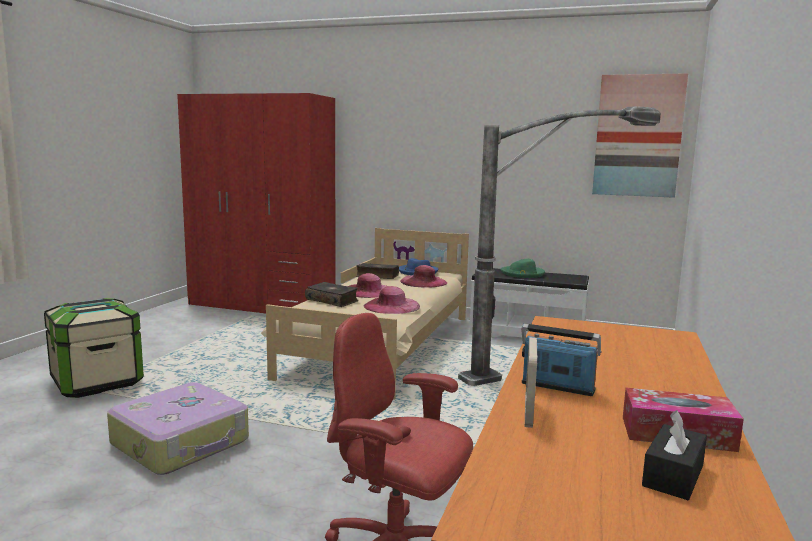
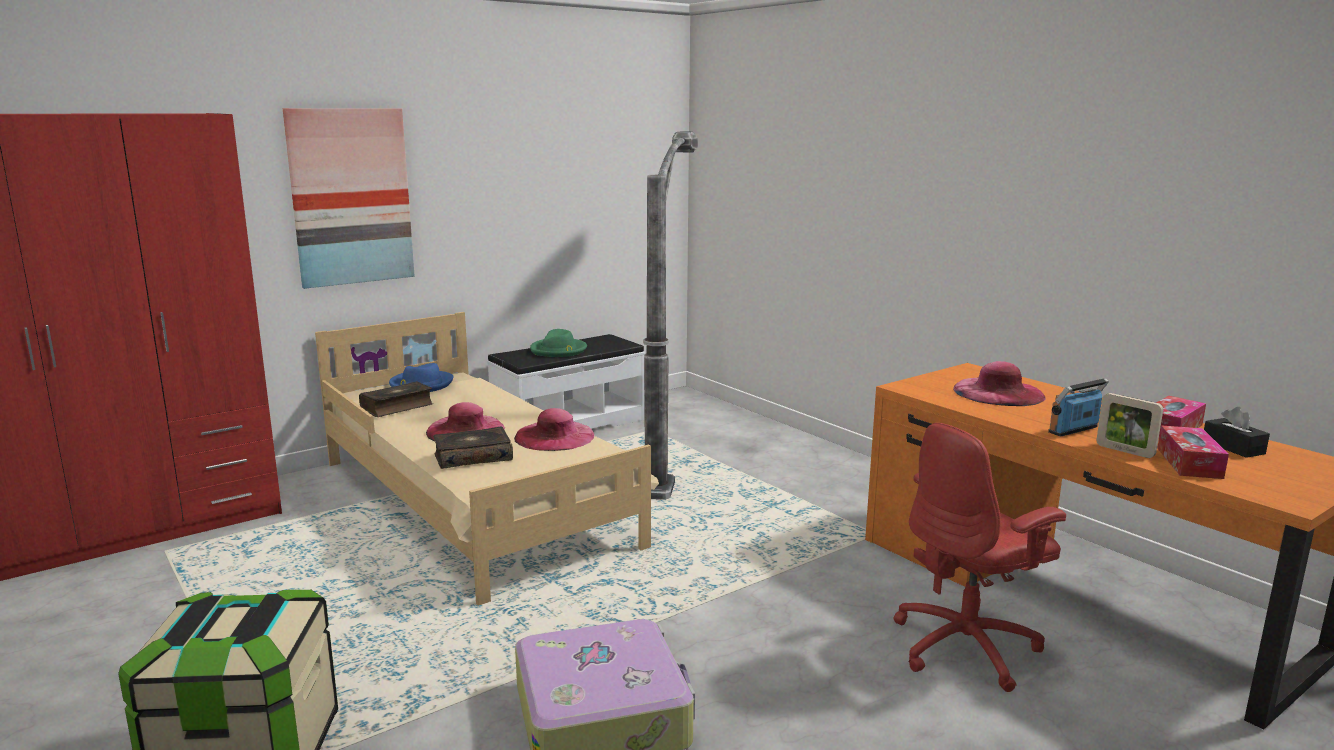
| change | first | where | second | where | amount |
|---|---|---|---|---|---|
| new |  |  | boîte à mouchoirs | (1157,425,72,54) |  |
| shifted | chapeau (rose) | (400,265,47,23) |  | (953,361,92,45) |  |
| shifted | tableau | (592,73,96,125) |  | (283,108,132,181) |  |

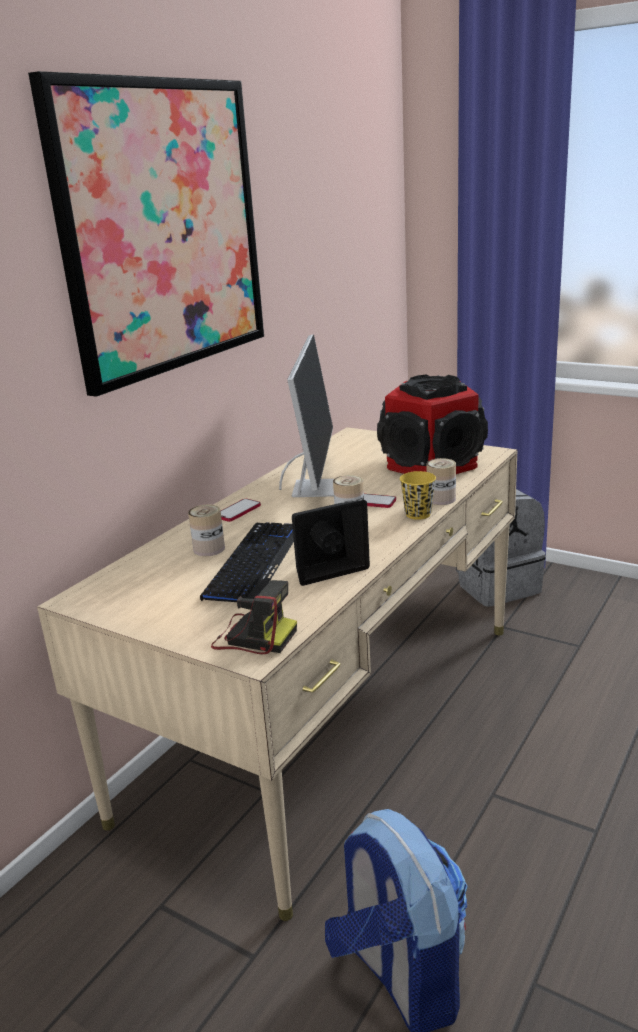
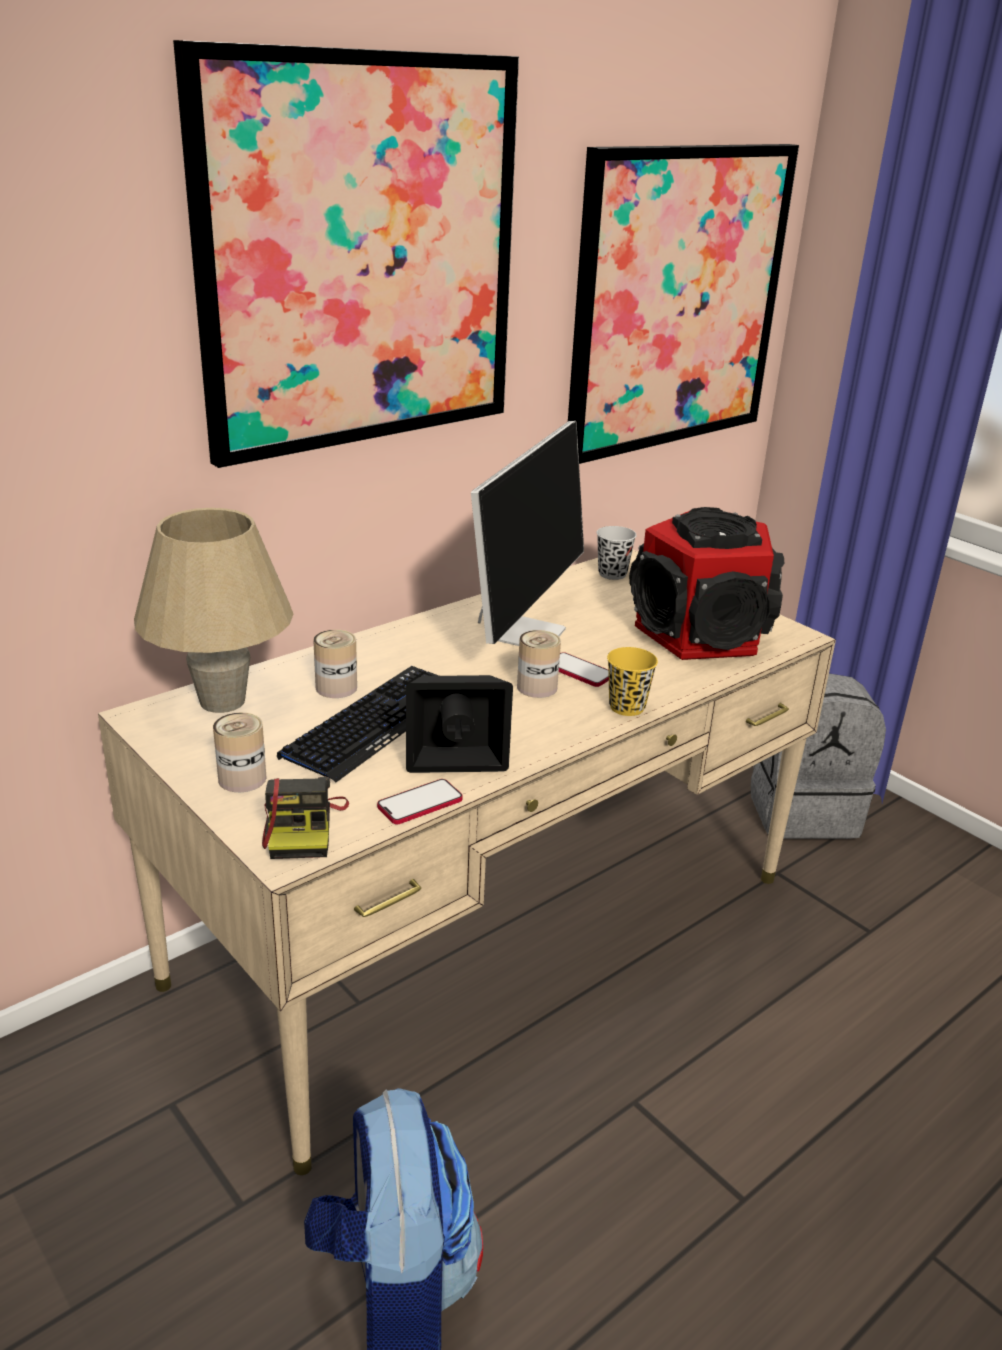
| change | first | where | second | where | amount |
|---|---|---|---|---|---|
| new |  |  | lampe de table (beige) | (134,508,159,205) |  |
| new |  |  | tableau | (568,144,231,320) |  |
| new |  |  | tasse (noir) | (597,526,40,54) |  |
| shifted | téléphone | (221,499,40,23) |  | (377,779,86,45) |  |
| shifted | boîte métallique | (426,458,30,47) |  | (213,712,54,80) |  |
| rotated | appareil photo | (211,580,86,74) |  | (262,777,87,82) | 45 degrees clockwise |

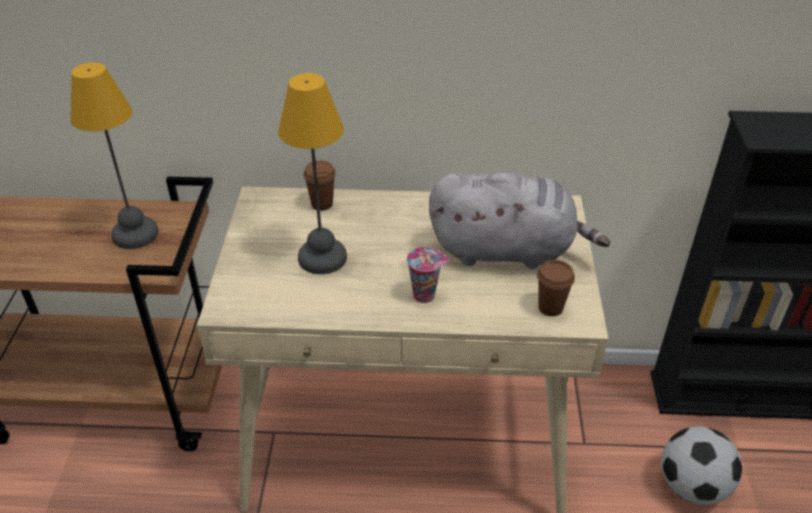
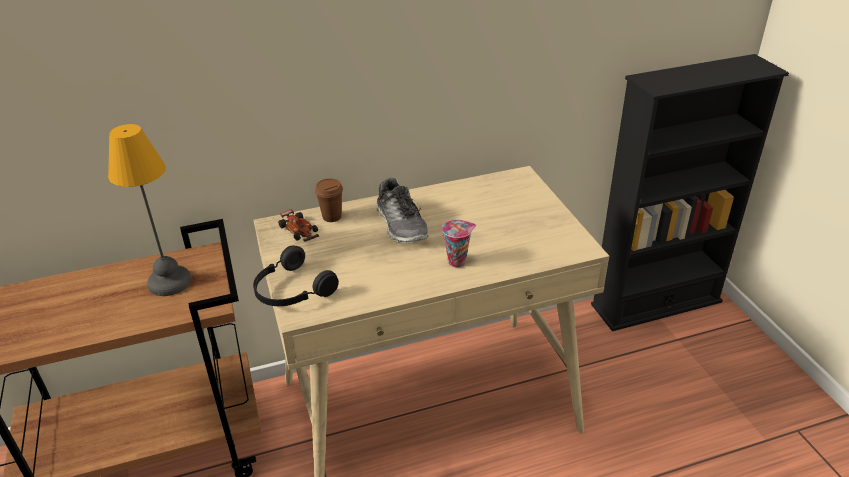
| change | first | where | second | where | amount |
|---|---|---|---|---|---|
| gone | lampe de table | (278,73,69,201) |  |  |  |
| gone | peluche (gris) | (429,171,181,98) |  |  |  |
| gone | tasse (marron) | (537,260,38,56) |  |  |  |
| gone | ballon de foot | (661,426,81,79) |  |  |  |
| new |  |  | casque audio (noir) | (253,245,86,61) |  |
| new |  |  | petite voiture | (278,209,41,33) |  |
| new |  |  | chaussure | (376,177,53,67) |  |

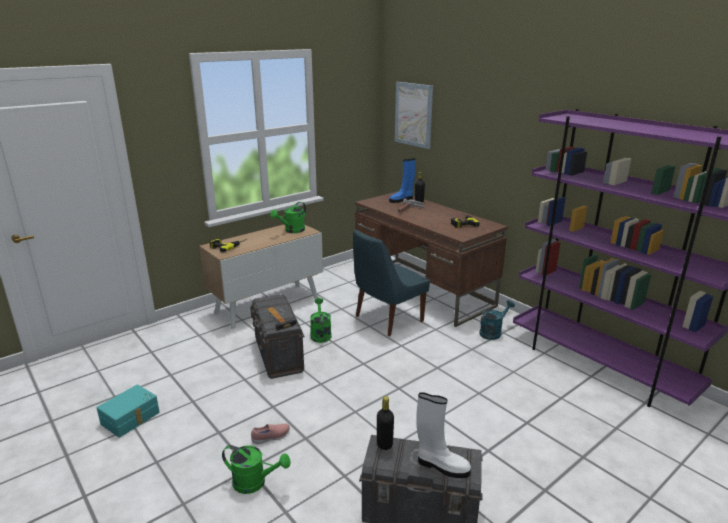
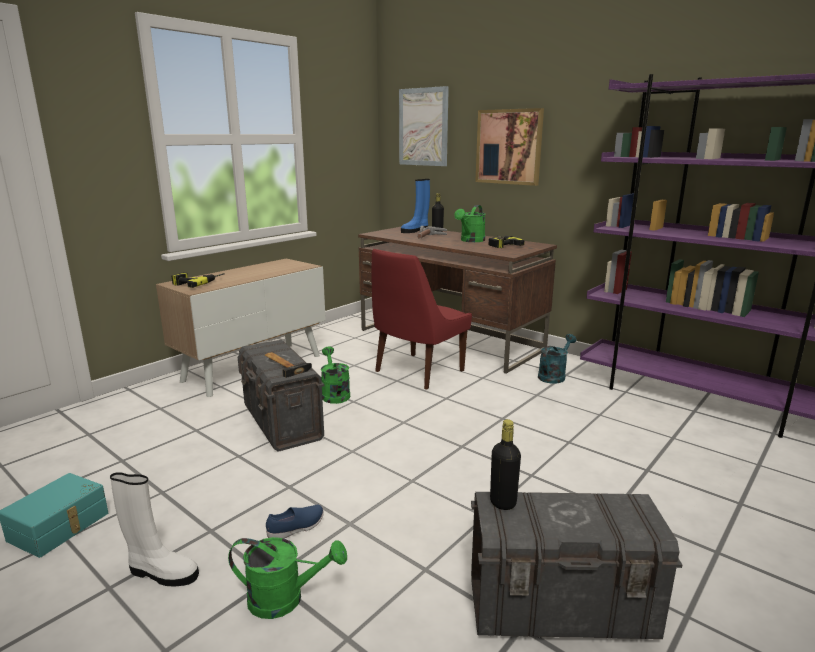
| change | first | where | second | where | amount |
|---|---|---|---|---|---|
| new |  |  | tableau | (475,108,69,78) |  |
| shifted | arrosoir (vert) | (270,202,36,31) |  | (454,205,32,37) |  |
| shifted | botte (blanc) | (416,392,55,86) |  | (110,472,89,114) |  |
| repainted | chaussure (rose) | (251,423,39,21) | chaussure (bleu) | (266,505,58,33) |  |
| repainted | chaise (bleu) | (353,229,77,107) | chaise (rouge) | (371,249,101,141) |  |

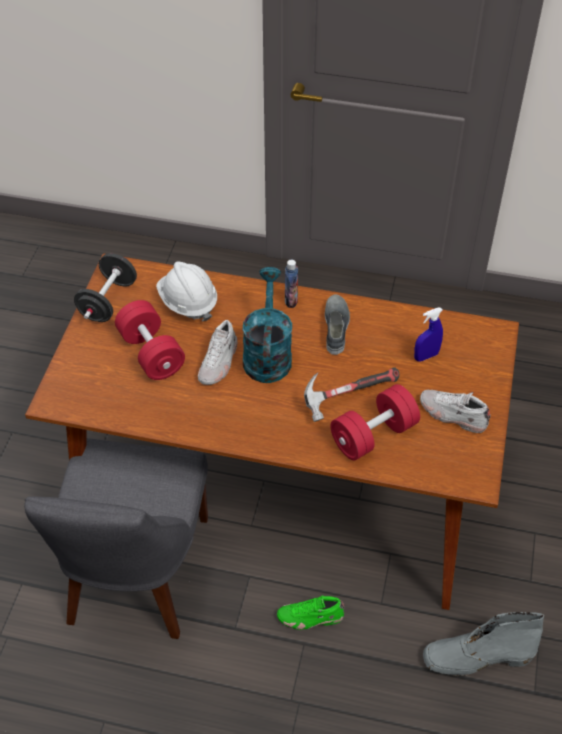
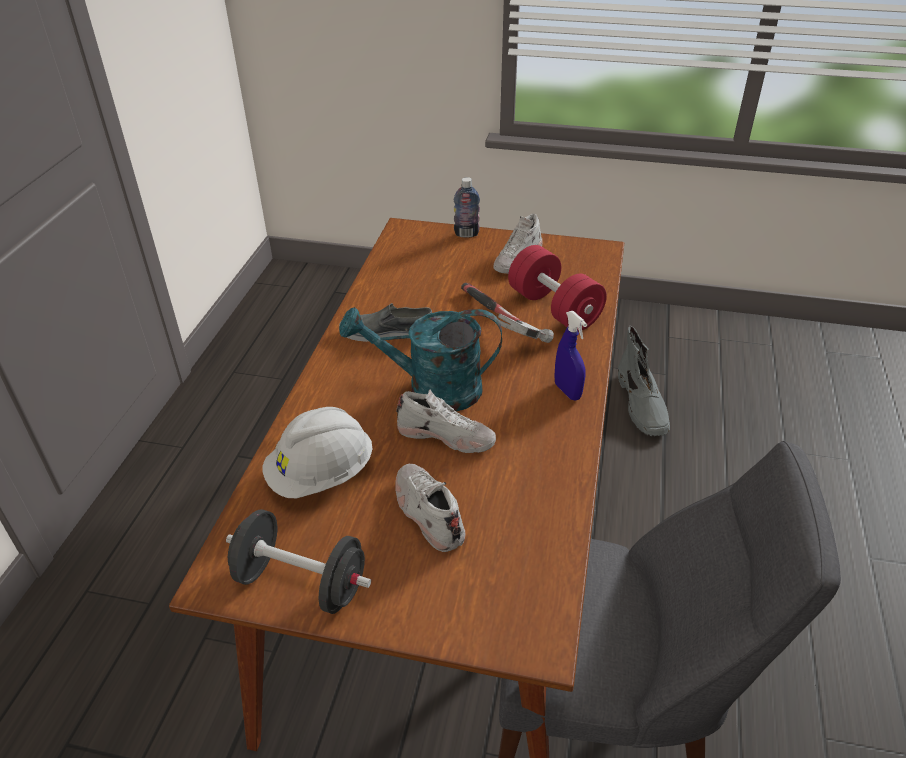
| change | first | where | second | where | amount |
|---|---|---|---|---|---|
| gone | chaussure (vert) | (277,595,67,35) |  |  |  |
| shifted | bouteille | (285,260,13,48) |  | (454,177,26,61) |  |
| shifted | vaporisateur (bleu) | (414,308,29,53) |  | (554,311,33,89) |  |
| swapped | haltère (rouge) | (115,300,70,80) | chaussure (blanc) | (395,464,71,88) |  |

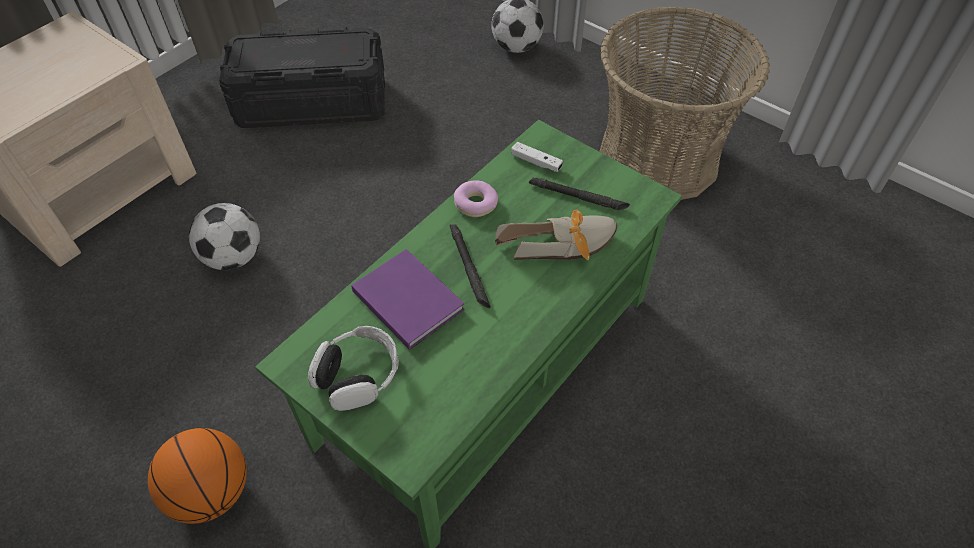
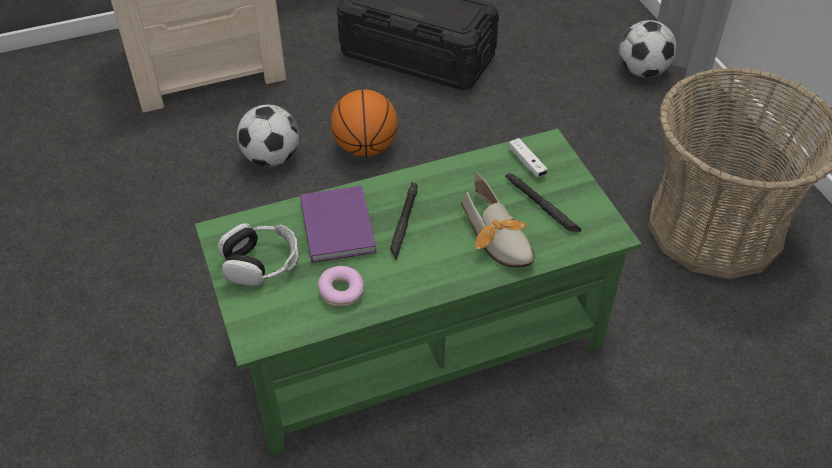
| change | first | where | second | where | amount |
|---|---|---|---|---|---|
| shifted | ballon de basket | (148,428,99,96) |  | (331,89,67,68) |  |
| shifted | beignet | (454,180,44,37) |  | (318,266,46,40) |  |
| rotated | chaussure | (495,209,122,51) |  | (461,172,74,95) | 45 degrees clockwise |

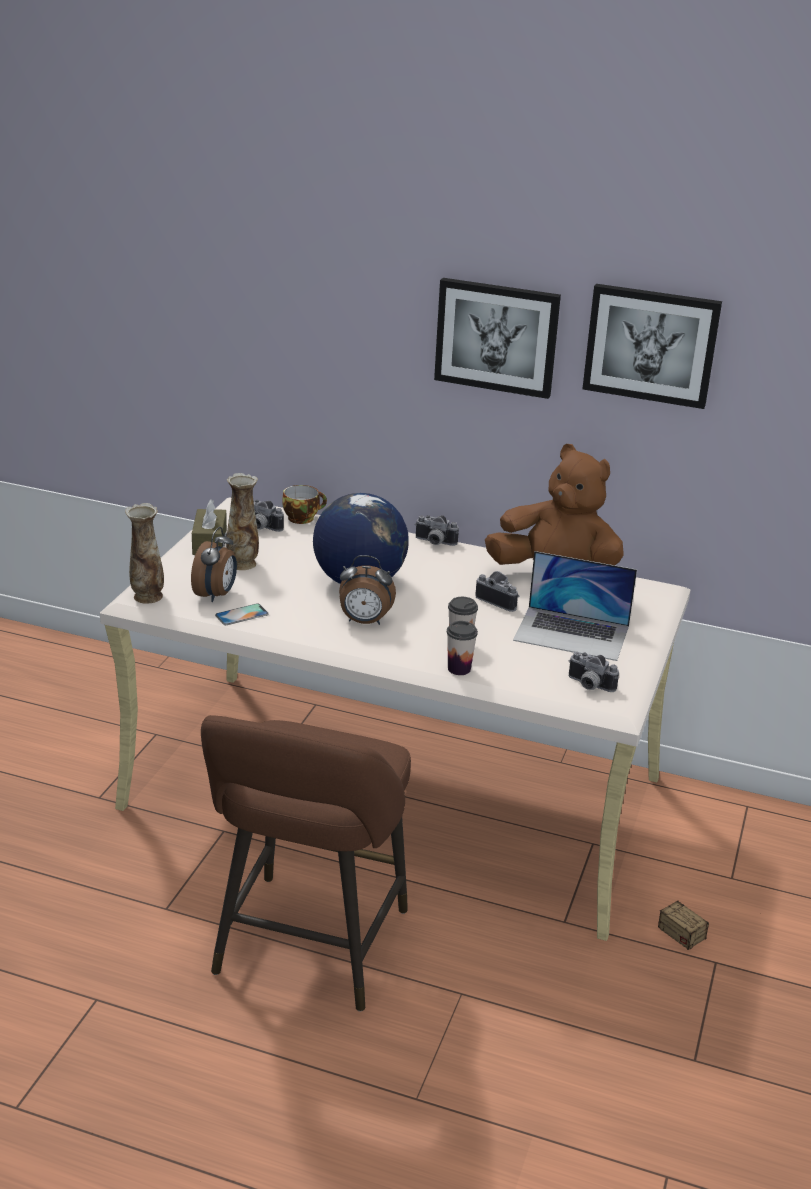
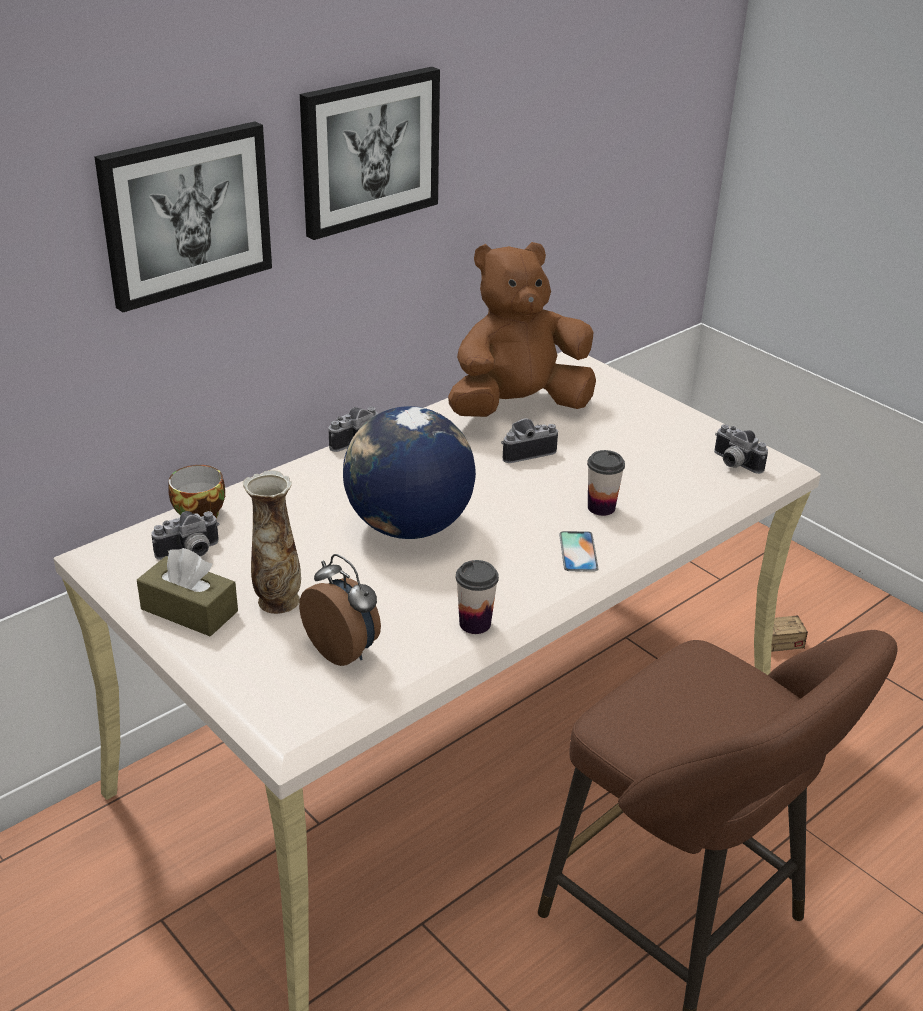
| change | first | where | second | where | amount |
|---|---|---|---|---|---|
| gone | vase | (125,503,39,101) |  |  |  |
| gone | réveil | (339,555,57,70) |  |  |  |
| gone | ordinateur portable | (513,551,124,110) |  |  |  |
| shifted | téléphone | (215,603,54,22) |  | (559,531,40,41) |  |
| shifted | tasse | (447,621,31,54) |  | (456,560,43,74) |  |
| shifted | tableau | (582,284,140,125) |  | (94,121,178,191) |  |
| rotated | appareil photo | (569,652,50,40) |  | (714,425,54,49) | 75 degrees clockwise |

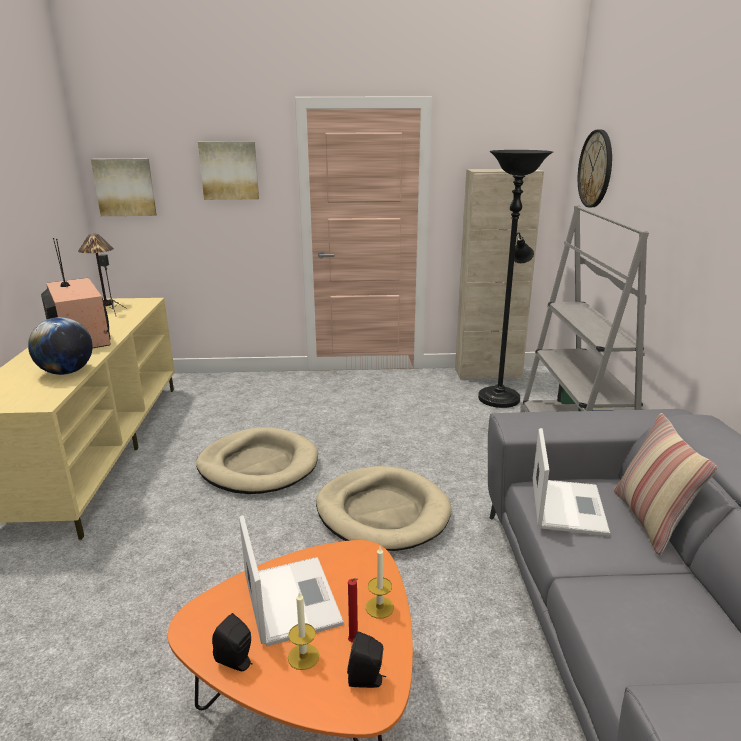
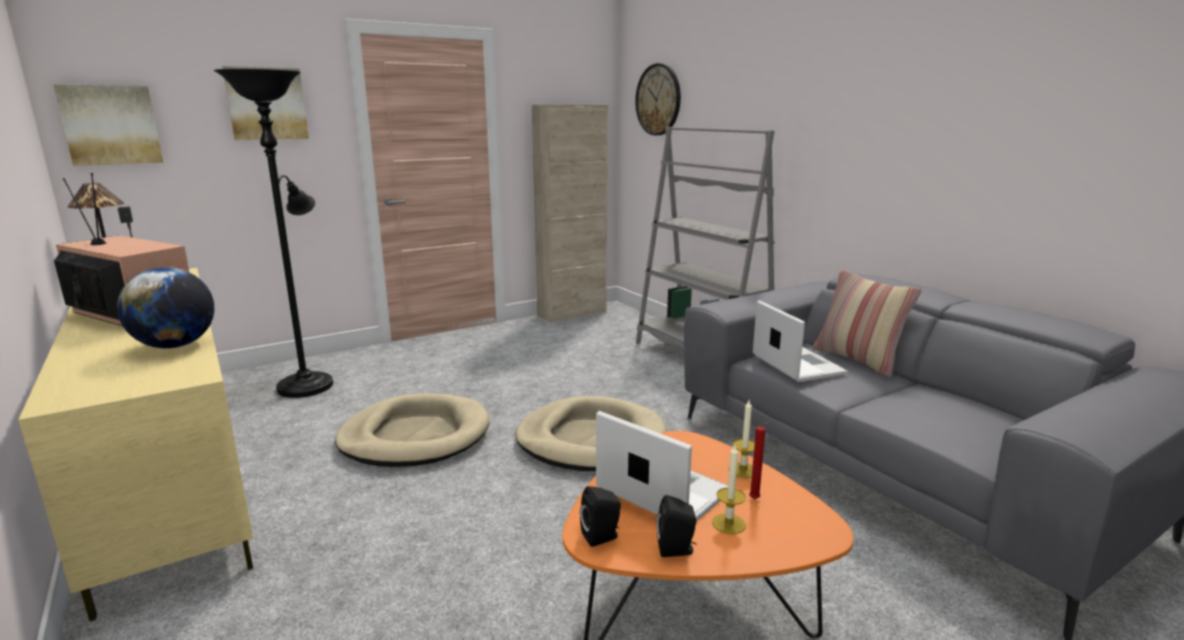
| change | first | where | second | where | amount |
|---|---|---|---|---|---|
| shifted | enceinte (noir) | (347,631,39,57) |  | (580,486,41,61) |  |
| shifted | lampadaire (noir) | (478,150,75,258) |  | (214,69,119,329) |  |

